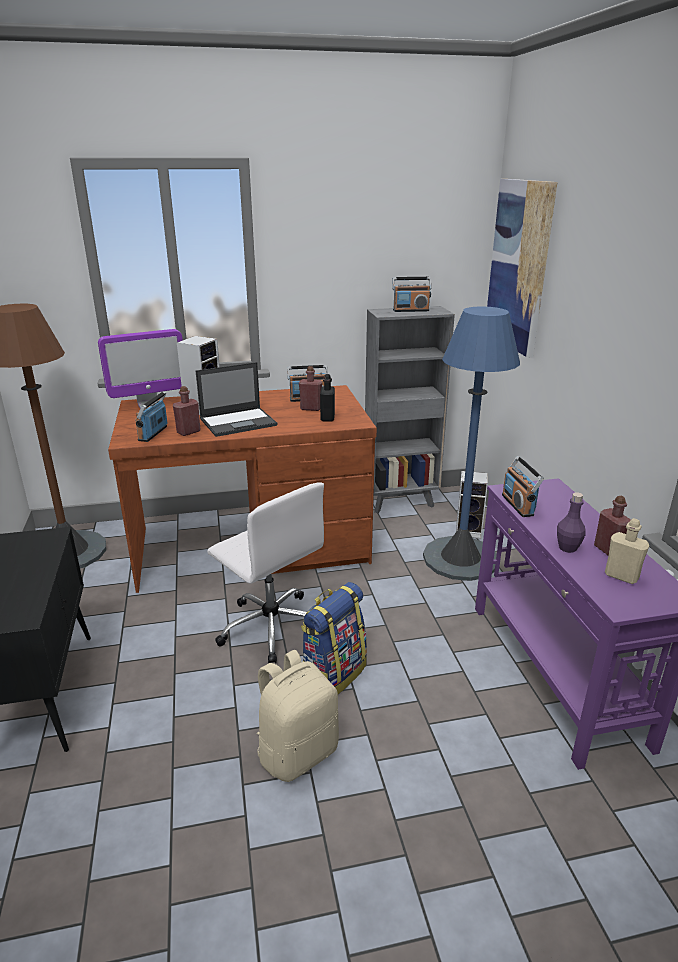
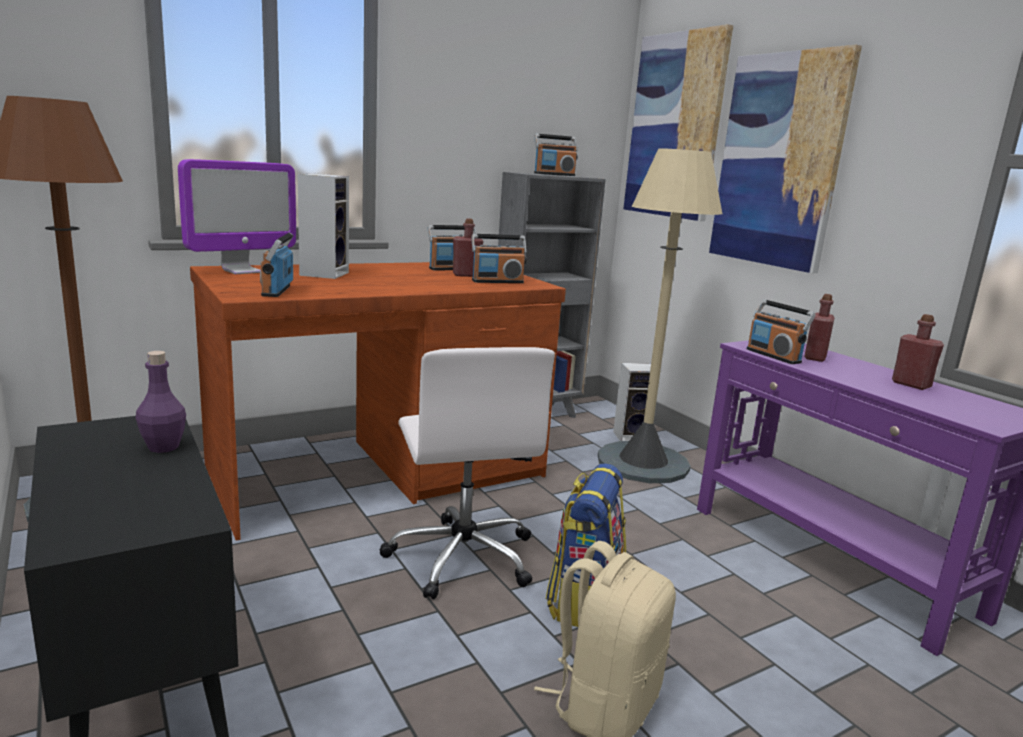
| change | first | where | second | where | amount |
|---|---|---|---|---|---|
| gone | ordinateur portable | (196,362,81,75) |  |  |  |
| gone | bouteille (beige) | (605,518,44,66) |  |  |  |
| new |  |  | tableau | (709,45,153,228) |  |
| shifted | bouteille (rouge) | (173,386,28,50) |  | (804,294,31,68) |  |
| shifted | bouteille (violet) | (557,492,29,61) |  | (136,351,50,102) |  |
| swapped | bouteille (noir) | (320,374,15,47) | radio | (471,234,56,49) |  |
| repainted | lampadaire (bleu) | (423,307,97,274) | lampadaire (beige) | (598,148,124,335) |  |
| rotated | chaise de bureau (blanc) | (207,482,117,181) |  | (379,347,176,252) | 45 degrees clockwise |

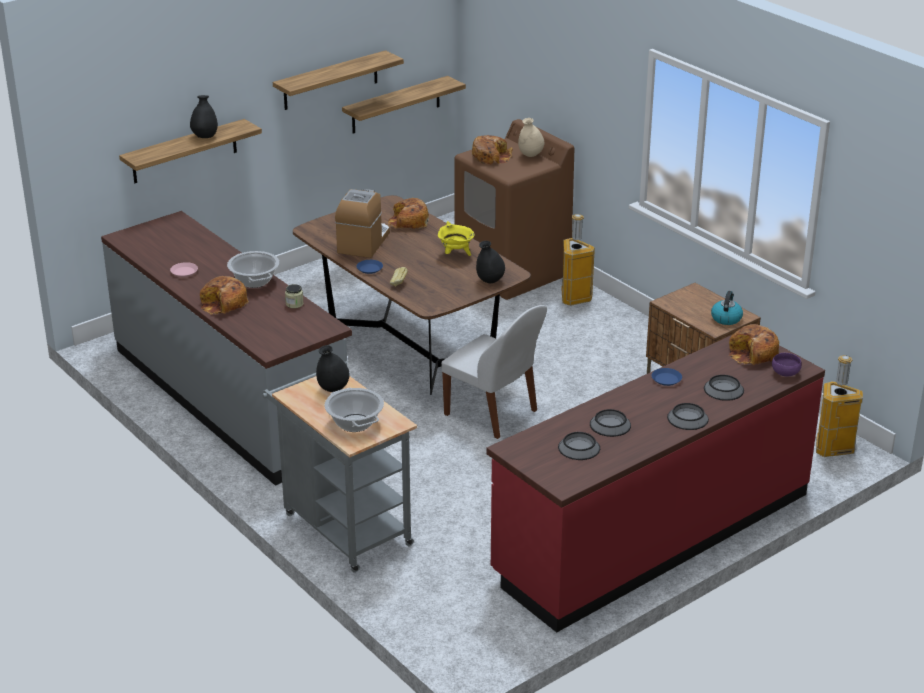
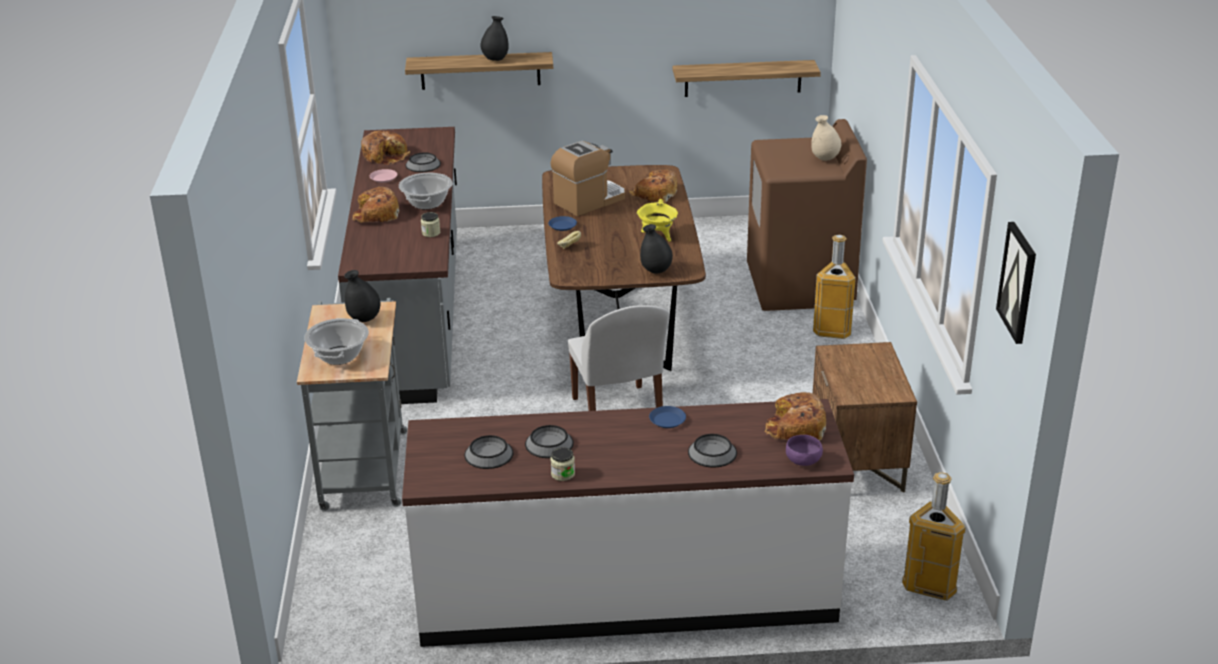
| change | first | where | second | where | amount |
|---|---|---|---|---|---|
| gone | étagère | (273,50,131,60) |  |  |  |
| gone | bouilloire | (711,291,32,34) |  |  |  |
| new |  |  | bocal | (550,447,25,34) |  |
| new |  |  | tableau | (996,222,40,122) |  |
| shifted | pain | (472,135,41,29) |  | (361,131,49,34) |  |
| shifted | bol | (667,403,42,27) |  | (406,152,35,20) |  |
| repainted | comptoir de cuisine (rouge) | (486,335,339,298) | comptoir de cuisine (blanc) | (402,399,452,248) |  |

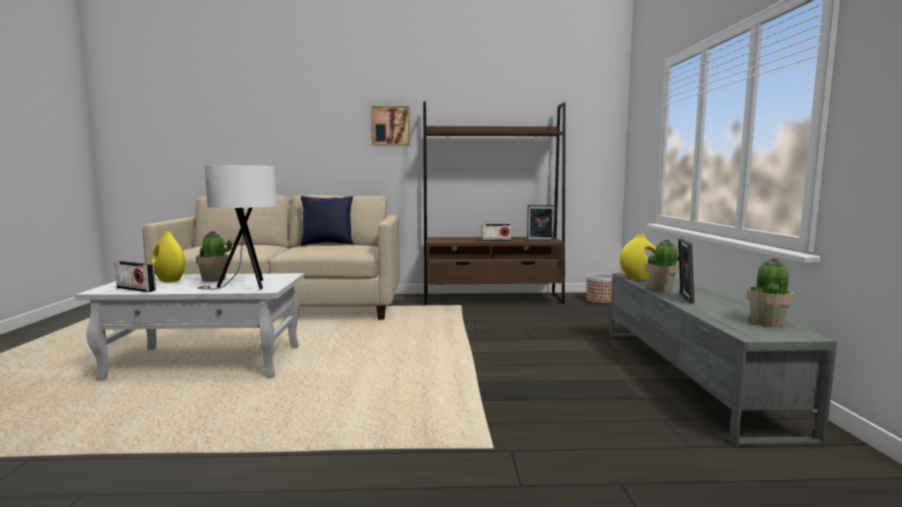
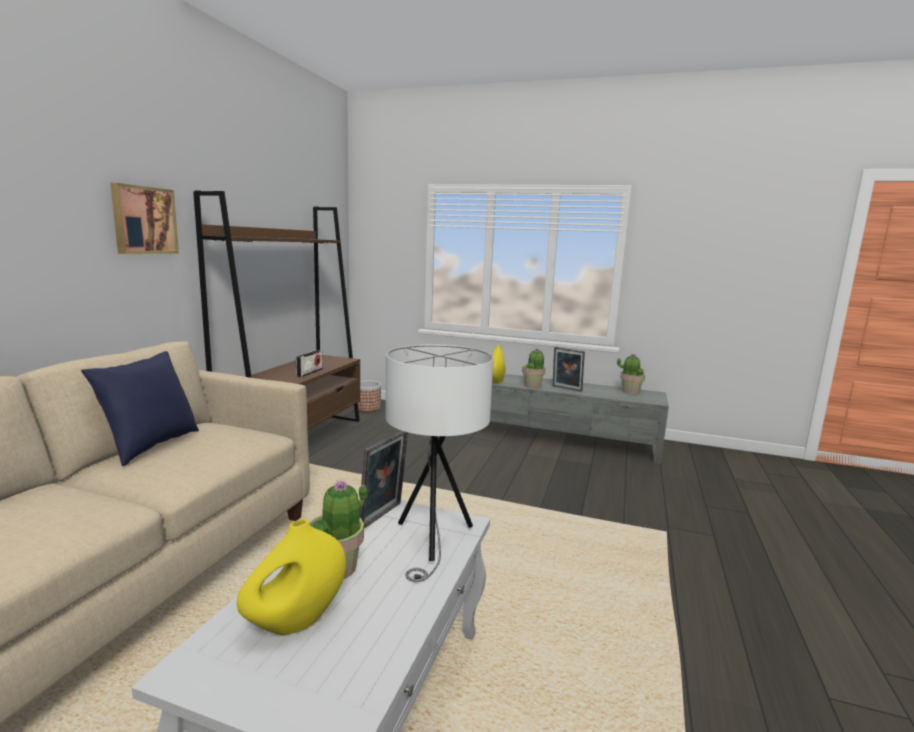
| change | first | where | second | where | amount |
|---|---|---|---|---|---|
| gone | radio | (114,261,42,31) |  |  |  |
| shifted | cadre photo | (527,205,29,36) |  | (359,431,49,98) |  |

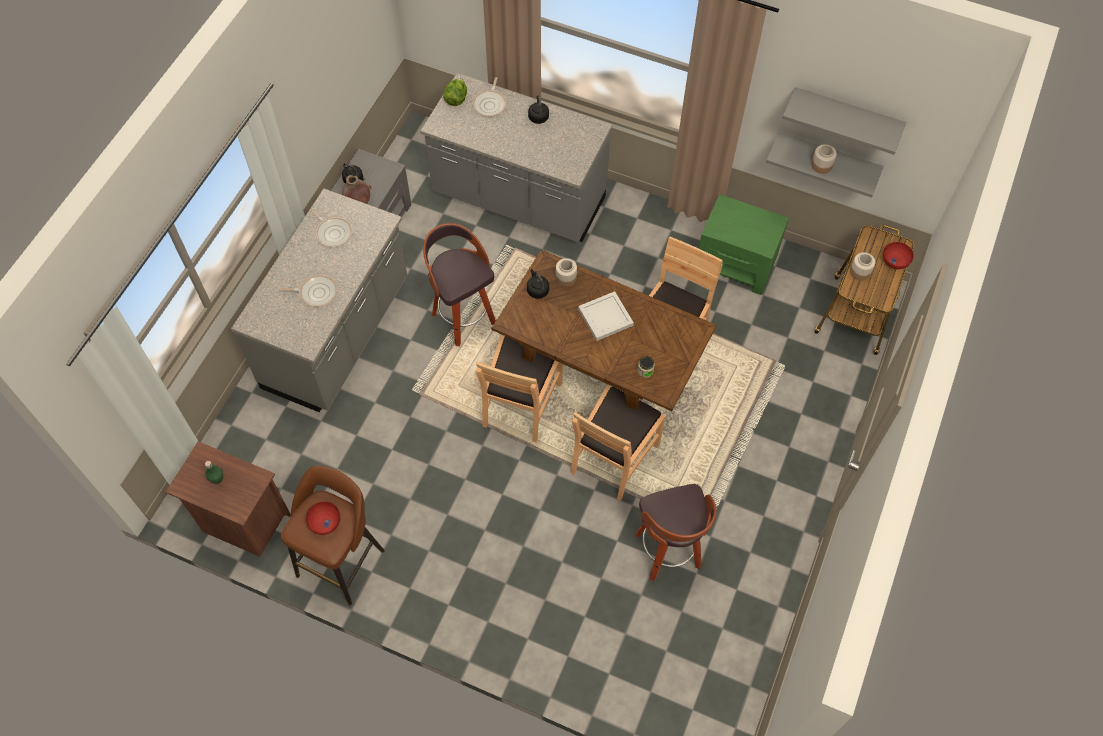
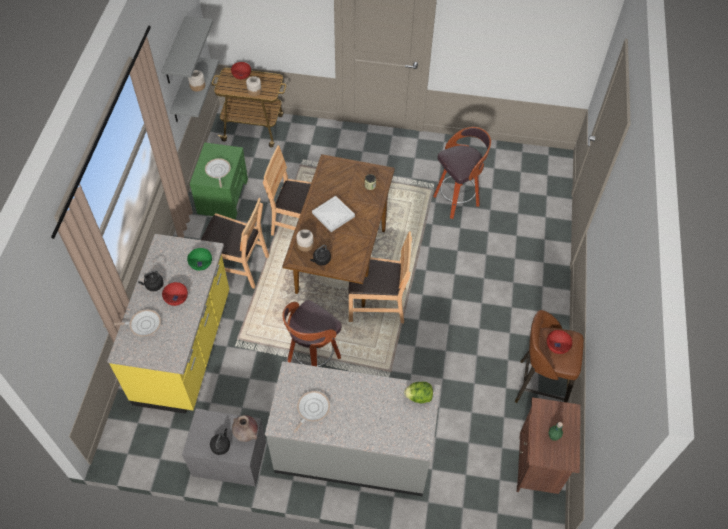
| change | first | where | second | where | amount |
|---|---|---|---|---|---|
| new |  |  | bol (rouge) | (162,282,26,24) |  |
| new |  |  | bol (vert) | (187,248,25,23) |  |
| shifted | poêle | (280,275,57,32) |  | (205,158,26,30) |  |
| shifted | laitue | (443,78,24,28) |  | (404,382,29,21) |  |
| shifted | chaise (marron) | (570,385,96,116) |  | (201,198,68,91) |  |
| repainted | comptoir de cuisine (gris) | (421,73,191,169) | comptoir de cuisine (jaune) | (107,234,122,180) |  |

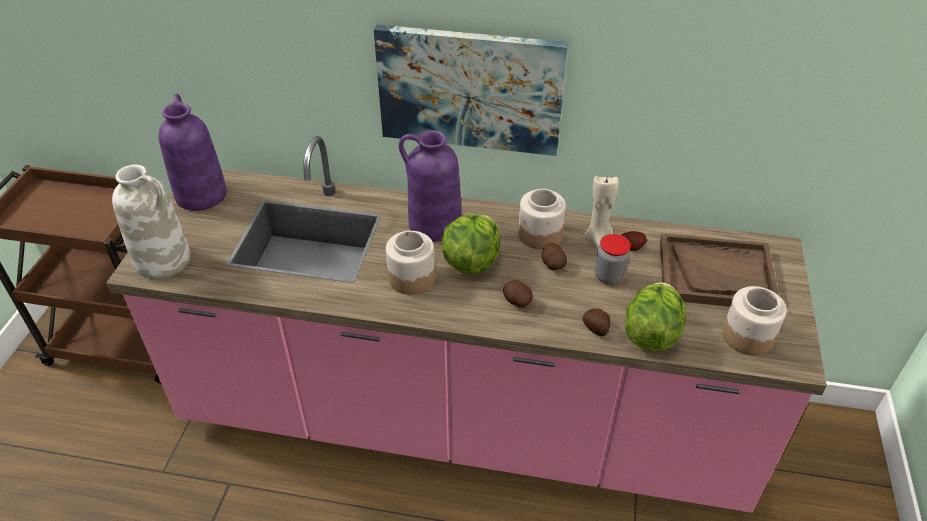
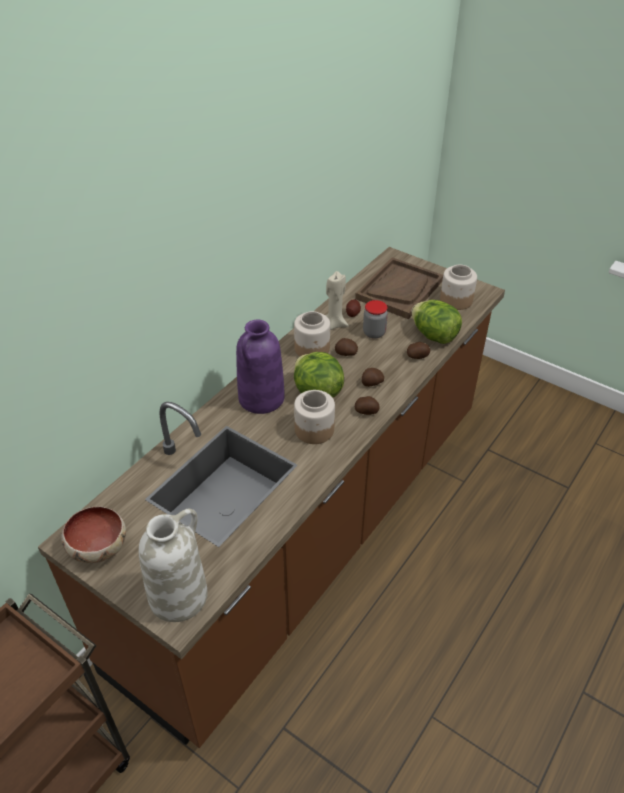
| change | first | where | second | where | amount |
|---|---|---|---|---|---|
| gone | tableau | (374,25,194,131) |  |  |  |
| new |  |  | pomme de terre | (355,396,25,19) |  |
| swapped | vase (violet) | (158,93,69,118) | bol | (61,507,65,56) |  |
| repainted | comptoir de cuisine (rose) | (106,136,721,377) | comptoir de cuisine (marron) | (38,247,467,501) |  |

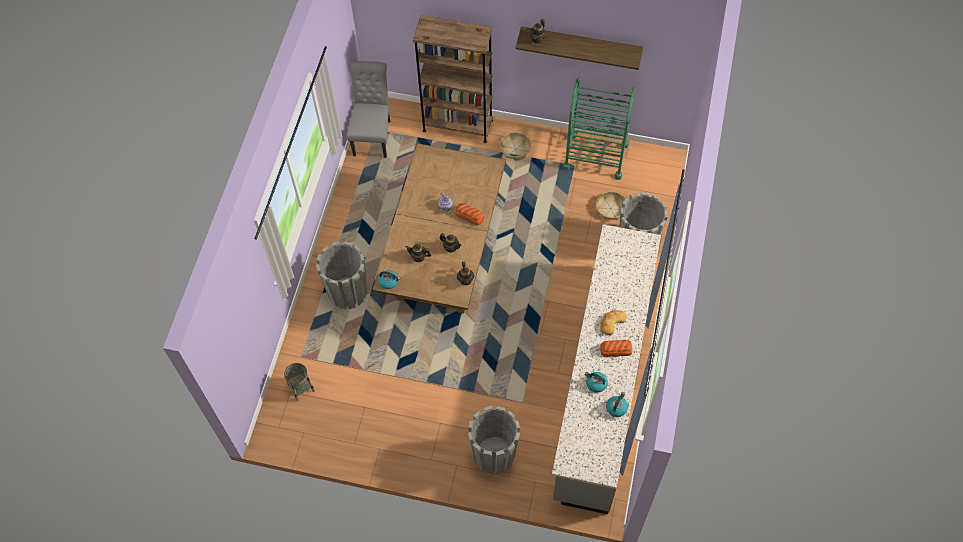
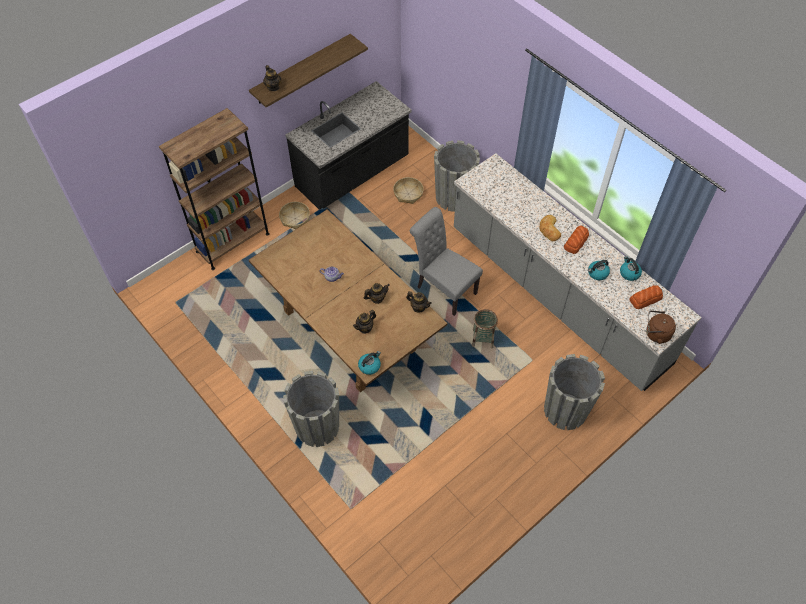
| change | first | where | second | where | amount |
|---|---|---|---|---|---|
| new |  |  | bouilloire (marron) | (646,310,30,34) |  |
| shifted | panier | (284,363,31,38) |  | (472,309,26,39) |  |
| shifted | chaise (gris) | (347,61,43,97) |  | (410,207,73,109) |  |
| shifted | pain | (455,203,29,22) |  | (630,285,33,24) |  |
| swapped | chariot (vert) | (563,77,73,103) | comptoir de cuisine (noir) | (285,81,127,129) |  |

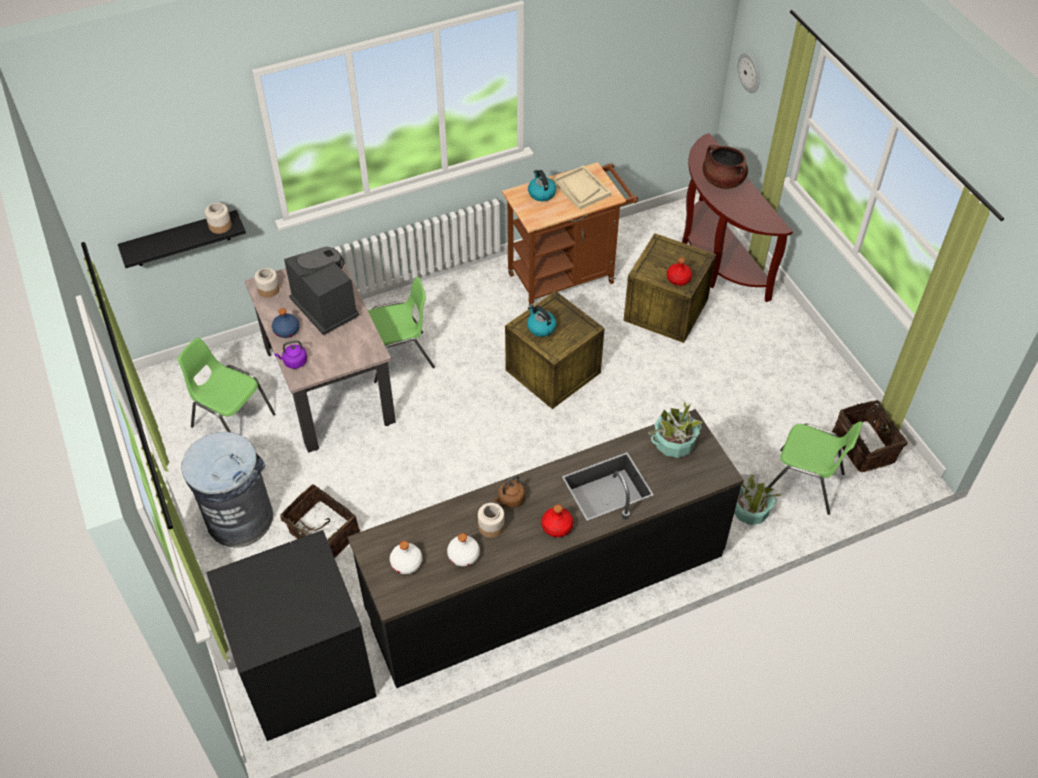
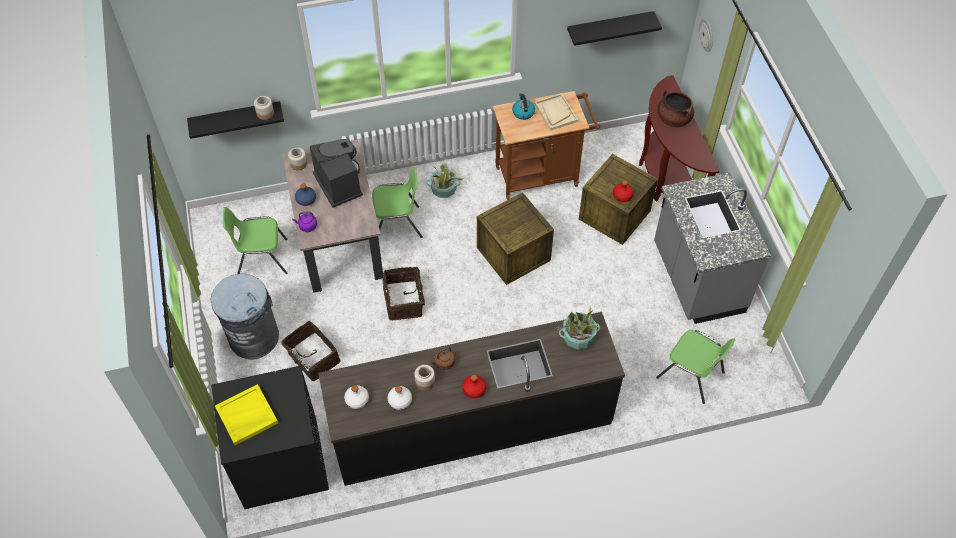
| change | first | where | second | where | amount |
|---|---|---|---|---|---|
| gone | bouilloire | (527,305,29,32) |  |  |  |
| new |  |  | plateau (jaune) | (215,384,63,61) |  |
| new |  |  | étagère (noir) | (567,11,95,35) |  |
| new |  |  | comptoir de cuisine (gris) | (654,173,117,151) |  |
| shifted | plante en pot | (734,474,49,51) |  | (426,162,37,36) |  |
| shifted | panier | (832,400,76,72) |  | (383,267,42,53) |  |
| rotated | chaise (vert) | (177,337,98,95) |  | (223,207,64,67) | 45 degrees counterclockwise |

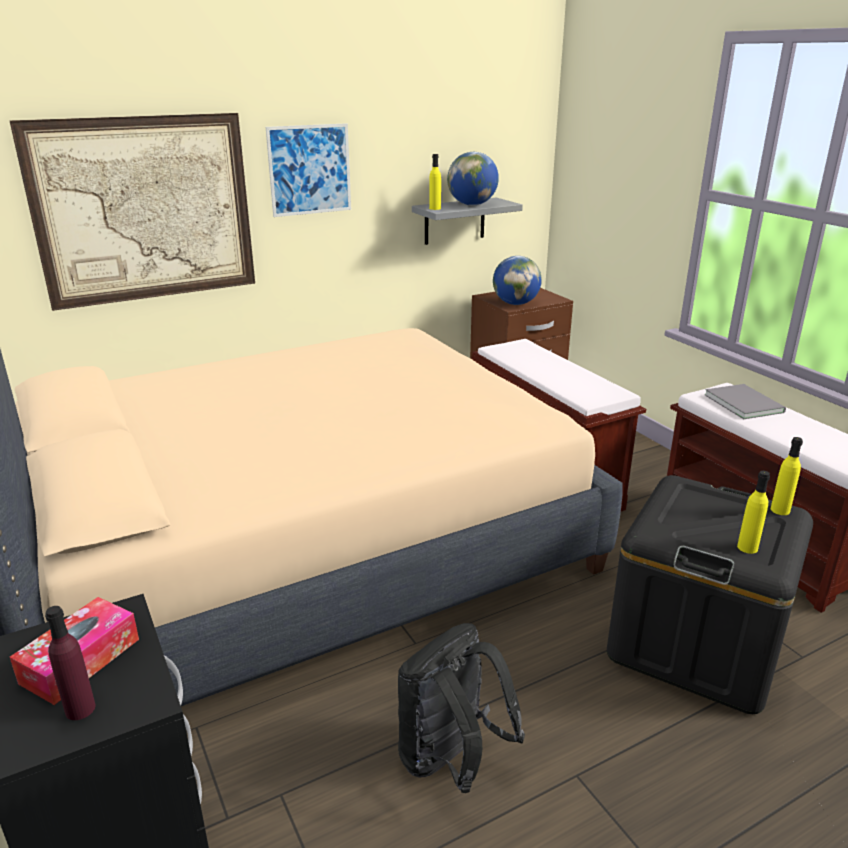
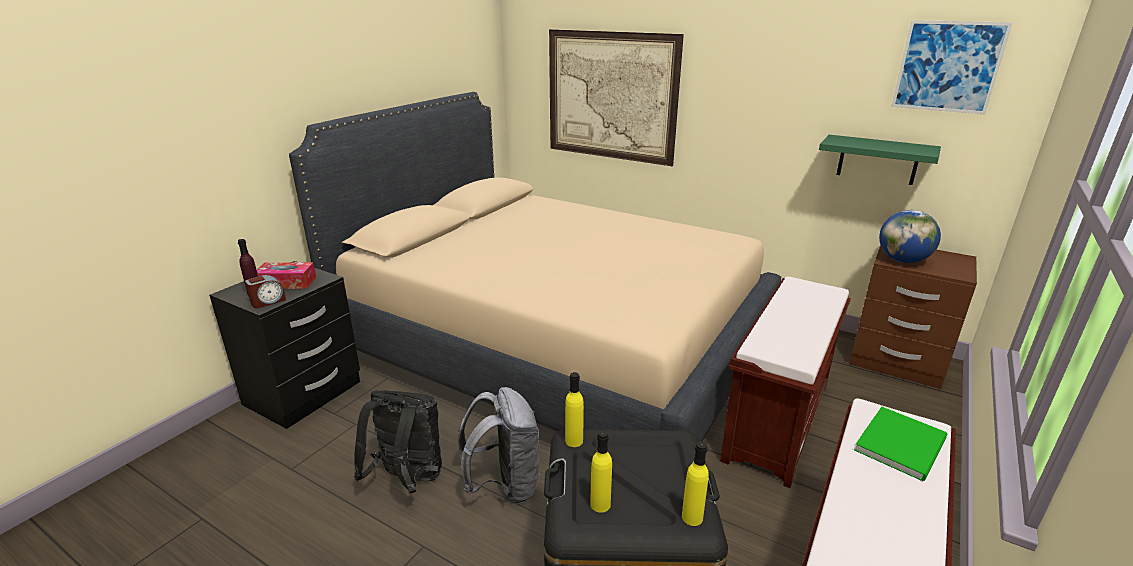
| change | first | where | second | where | amount |
|---|---|---|---|---|---|
| gone | globe | (447,152,52,53) |  |  |  |
| new |  |  | réveil | (245,275,41,33) |  |
| new |  |  | sac à dos (gris) | (458,387,82,116) |  |
| shifted | tableau | (266,123,85,94) |  | (891,20,122,94) |  |
| shifted | bouteille (jaune) | (429,154,12,56) |  | (565,372,19,75) |  |
| repainted | étagère (gris) | (412,198,111,47) | étagère (vert) | (819,135,122,50) |  |
| repainted | livre (gris) | (705,384,81,35) | livre (vert) | (854,406,93,75) |  |

